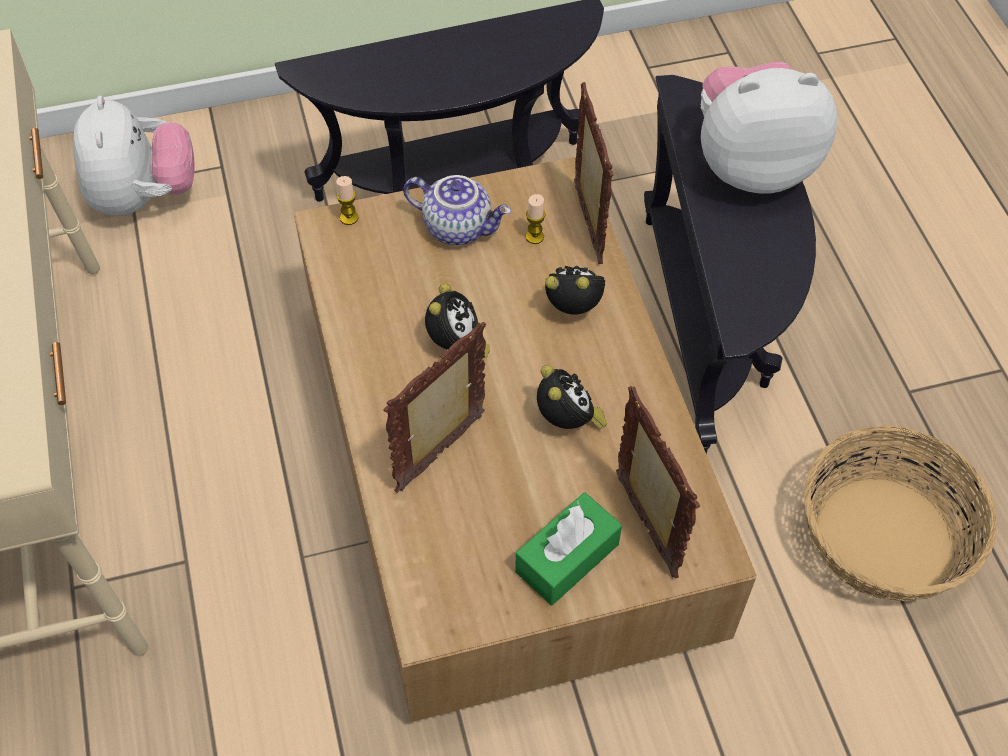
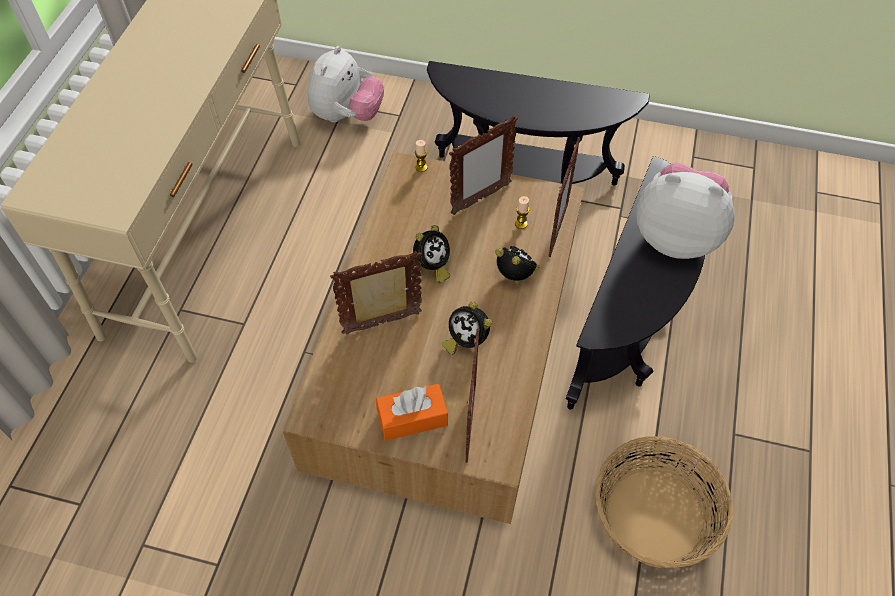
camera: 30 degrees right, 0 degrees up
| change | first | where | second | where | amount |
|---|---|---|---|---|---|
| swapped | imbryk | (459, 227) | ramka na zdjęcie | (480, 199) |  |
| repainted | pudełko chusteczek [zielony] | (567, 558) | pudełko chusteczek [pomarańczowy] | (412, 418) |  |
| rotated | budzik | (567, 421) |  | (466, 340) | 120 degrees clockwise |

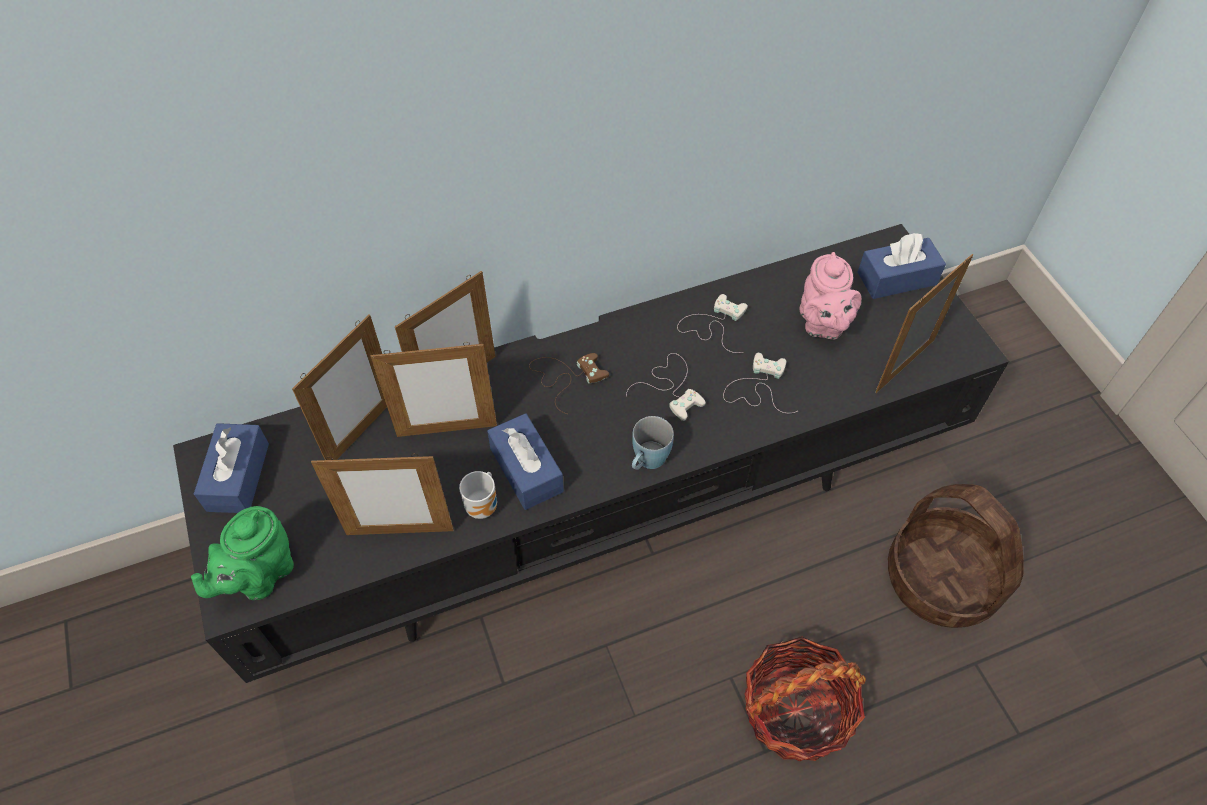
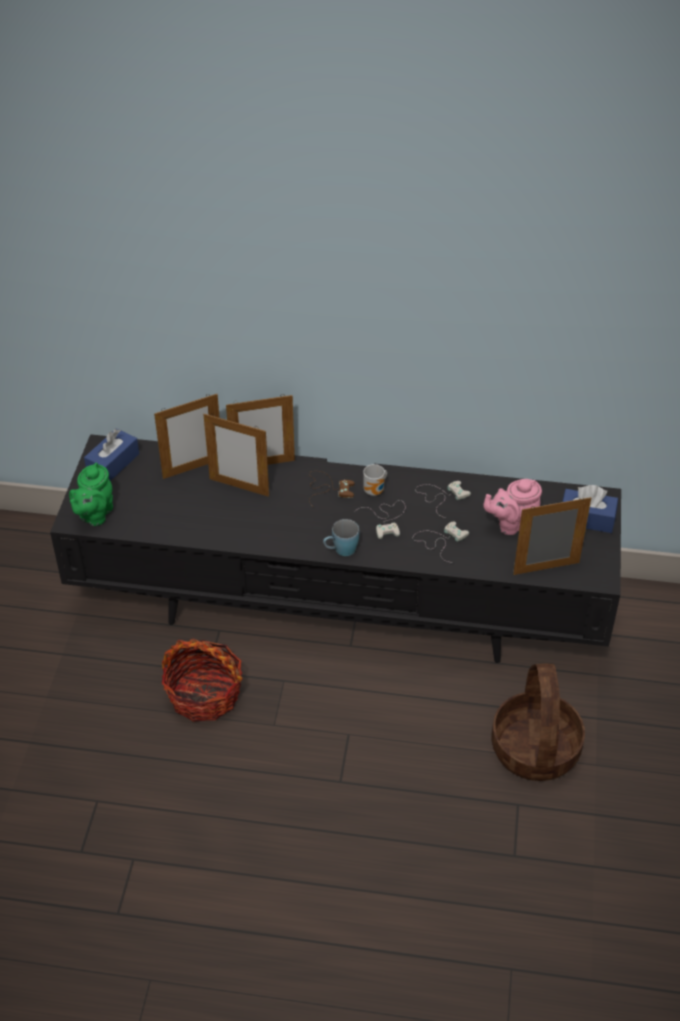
camera: 30 degrees right, 10 degrees down
| change | first | where | second | where | amount |
|---|---|---|---|---|---|
| gone | ramka na zdjęcie | (400, 532) |  |  |  |
| gone | pudełko chusteczek [niebieski] | (526, 470) |  |  |  |
| shifted | kubek | (484, 506) |  | (375, 491) |  |
| shifted | koszyk | (795, 711) |  | (204, 694) |  |
| rotated | imbryk [zielony] | (260, 575) |  | (94, 515) | 45 degrees counterclockwise |
| rotated | imbryk [różowy] | (822, 324) |  | (511, 524) | 45 degrees clockwise |

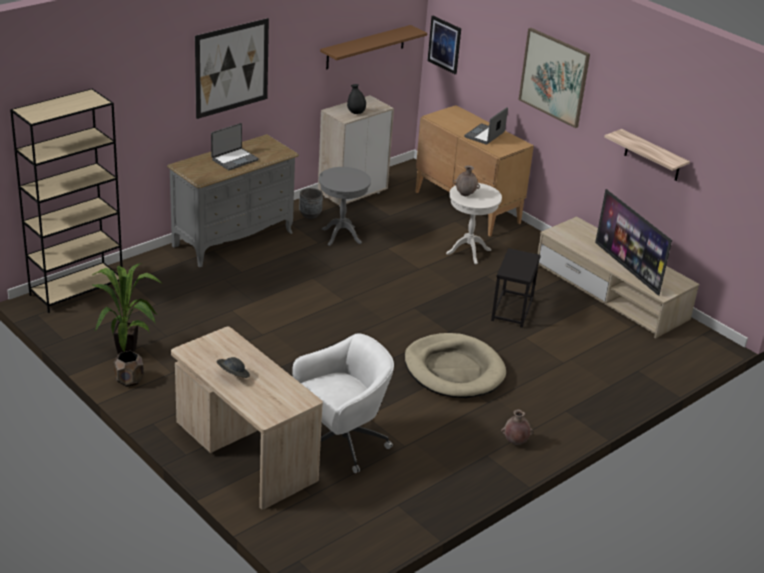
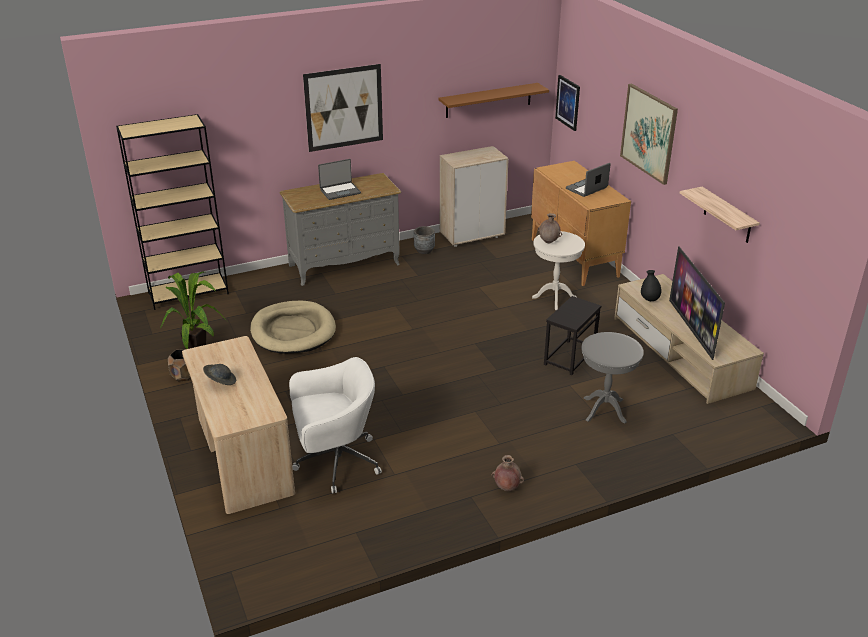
camera: 20 degrees right, 0 degrees up
| change | first | where | second | where | amount |
|---|---|---|---|---|---|
| shifted | stolik [szary] | (341, 236) |  | (604, 410) |  |
| shifted | wazon [czarny] | (356, 113) |  | (649, 299) |  |
| shifted | legowisko [beżowy] | (454, 370) |  | (293, 331) |  |

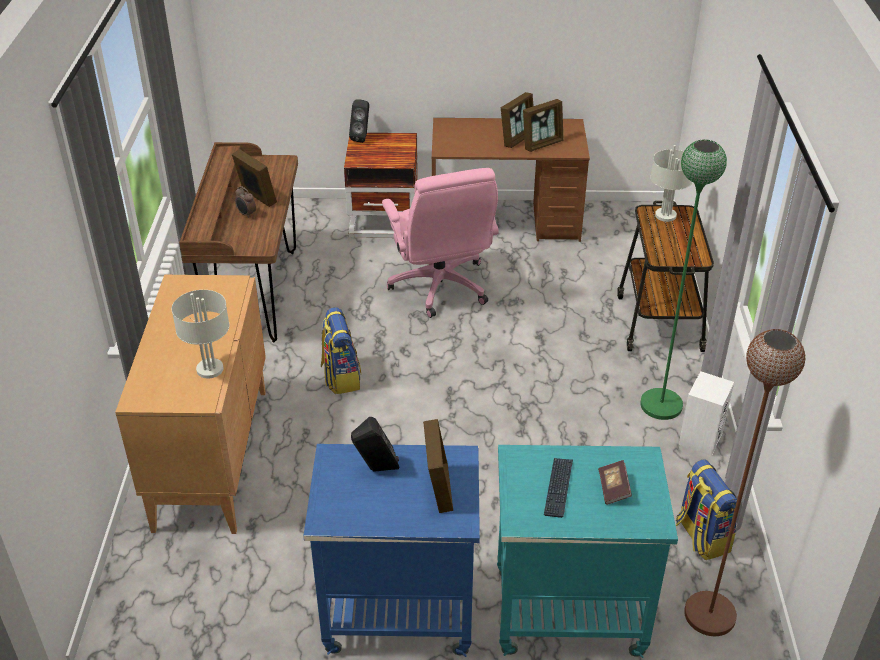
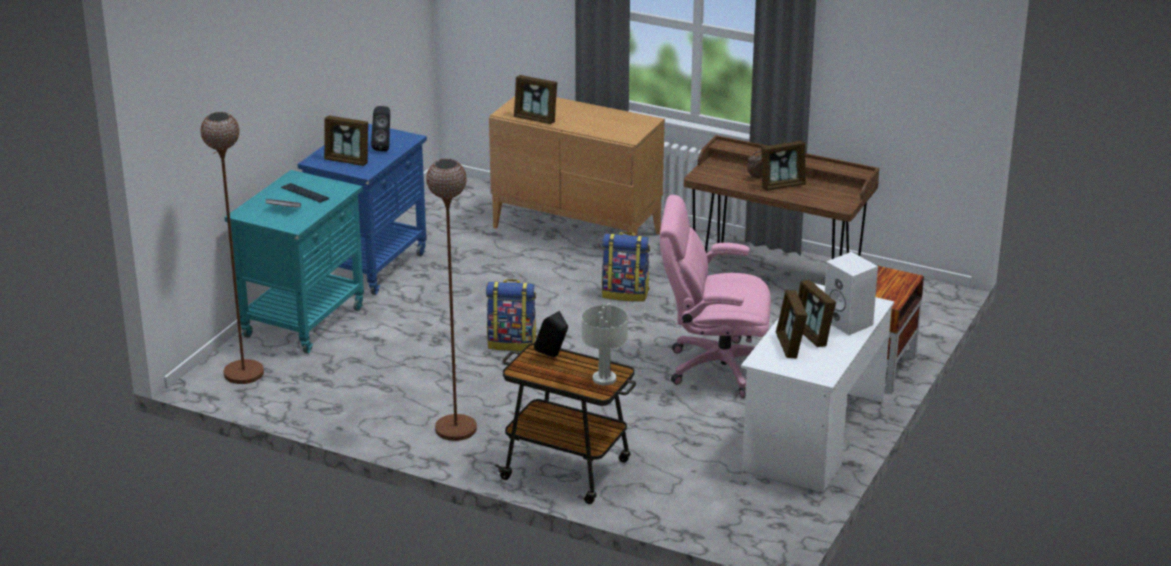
camera: 115 degrees right, 10 degrees down
| change | first | where | second | where | amount |
|---|---|---|---|---|---|
| shifted | głośnik [czarny] | (362, 138) |  | (553, 356) |  |
| shifted | plecak | (701, 536) |  | (512, 343) |  |
| shifted | głośnik [biały] | (700, 437) |  | (849, 322) |  |
| swapped | lampa stołowa [szary] | (210, 369) | ramka na zdjęcie | (535, 119) |  |
| repainted | biurko [brązowy] | (505, 222) | biurko [biały] | (813, 435) |  |
| repainted | lampa stojąca [zielony] | (660, 405) | lampa stojąca [brązowy] | (456, 429) |  |

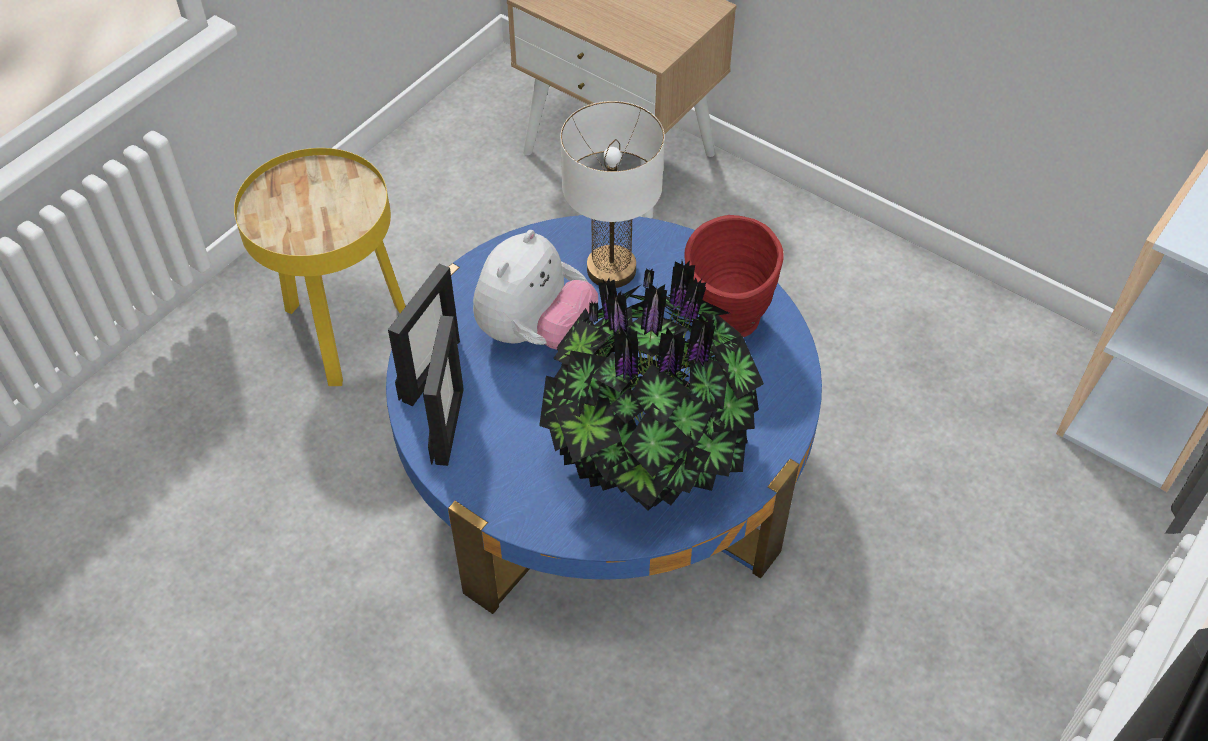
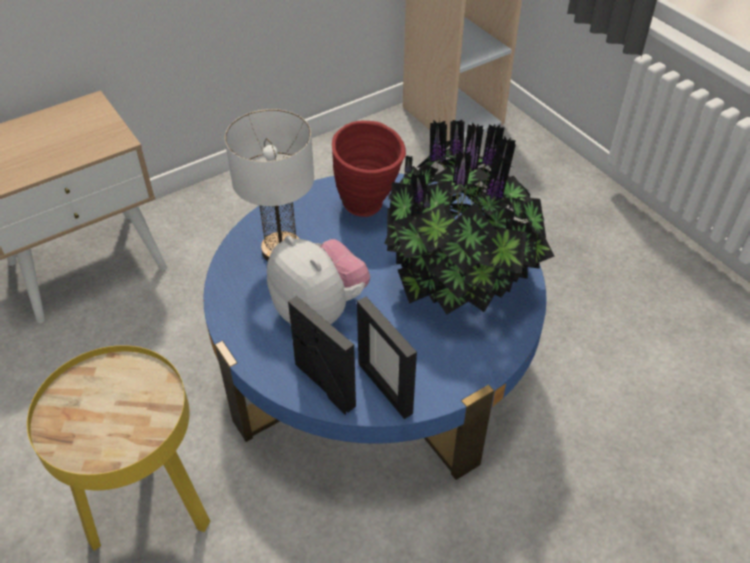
camera: 70 degrees left, 5 degrees down
| change | first | where | second | where | amount |
|---|---|---|---|---|---|
| rotated | ramka na zdjęcie | (447, 426) |  | (386, 387) | 150 degrees counterclockwise |

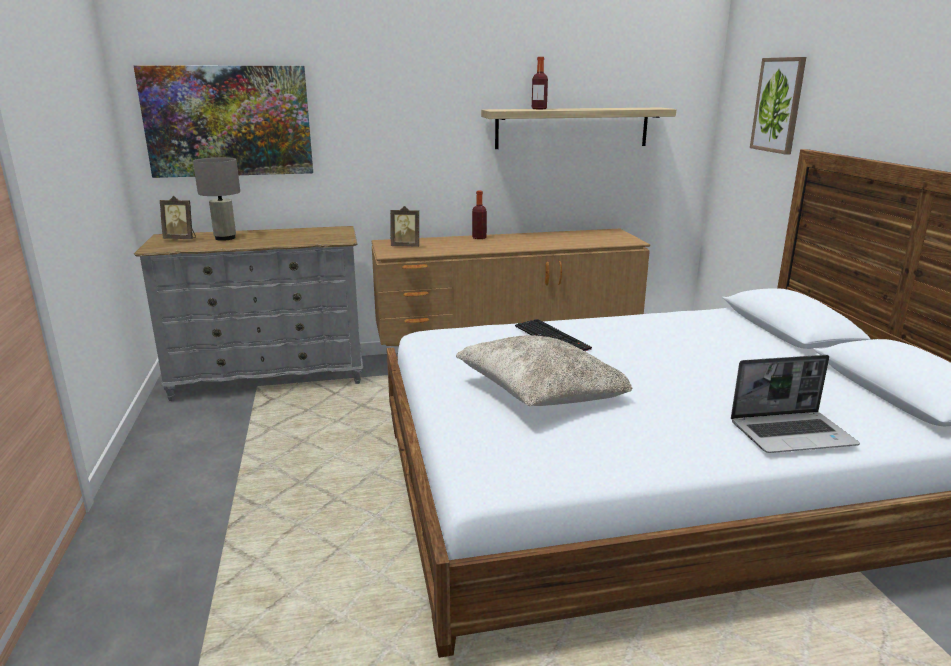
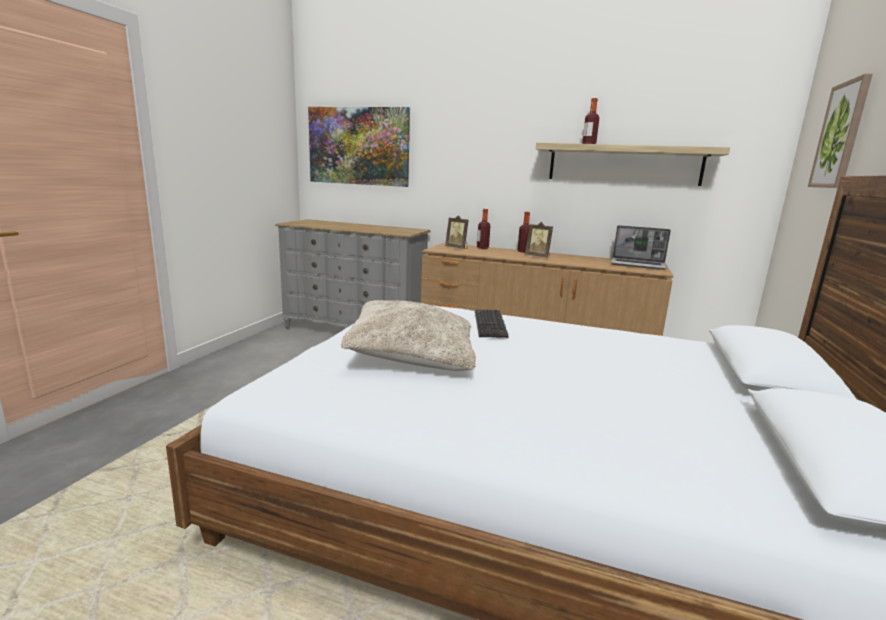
camera: 30 degrees right, 5 degrees down
| change | first | where | second | where | amount |
|---|---|---|---|---|---|
| gone | lampa stołowa [szary] | (225, 238) |  |  |  |
| new |  |  | butelka | (482, 248) |  |
| shifted | ramka na zdjęcie | (181, 239) |  | (538, 256) |  |
| shifted | laptop | (792, 434) |  | (638, 265) |  |

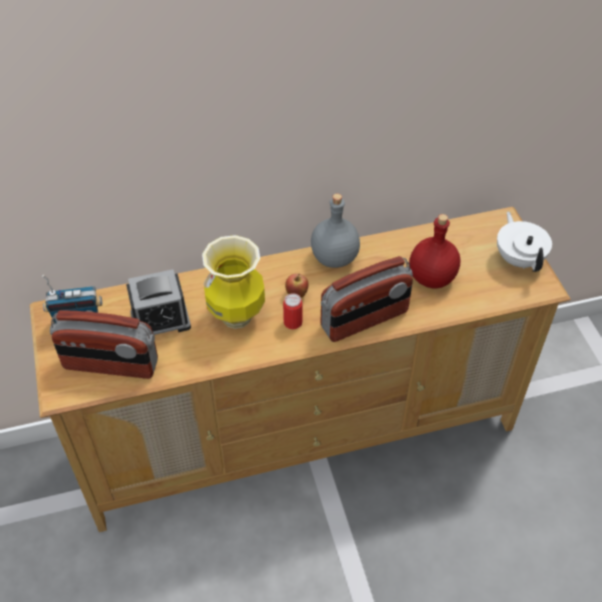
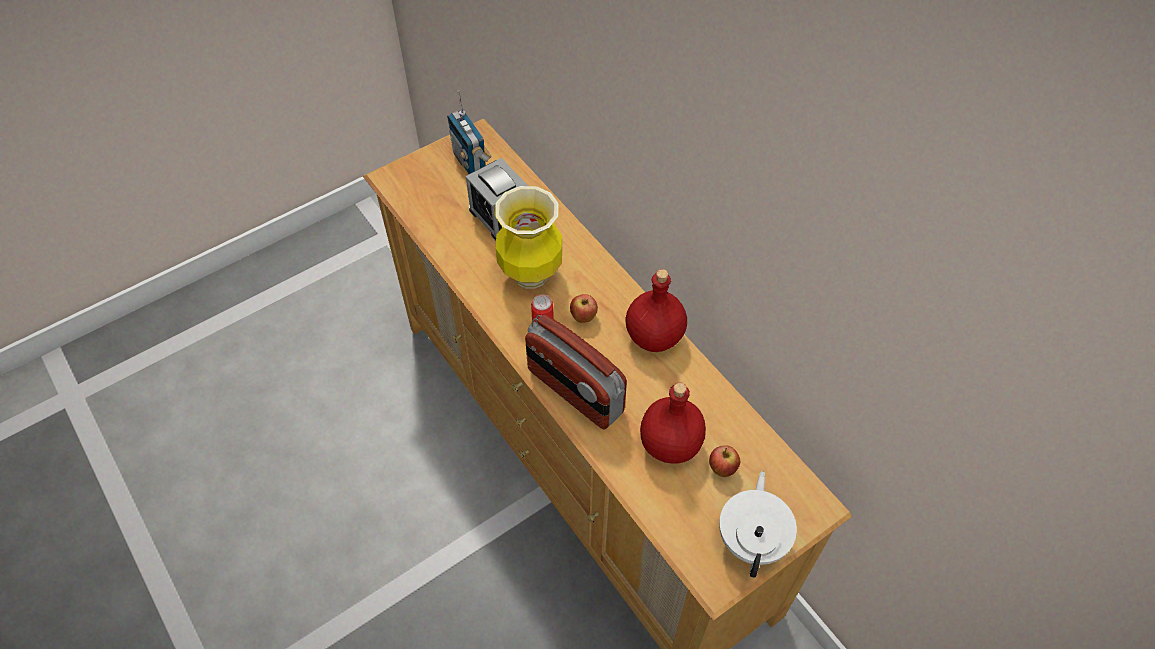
camera: 70 degrees right, 5 degrees up
| change | first | where | second | where | amount |
|---|---|---|---|---|---|
| gone | radio | (110, 365) |  |  |  |
| new |  |  | jabłko | (722, 469) |  |
| repainted | butelka [szary] | (334, 257) | butelka [czerwony] | (655, 336) |  |
| rotated | imbryk [biały] | (519, 259) |  | (752, 539) | 45 degrees counterclockwise |

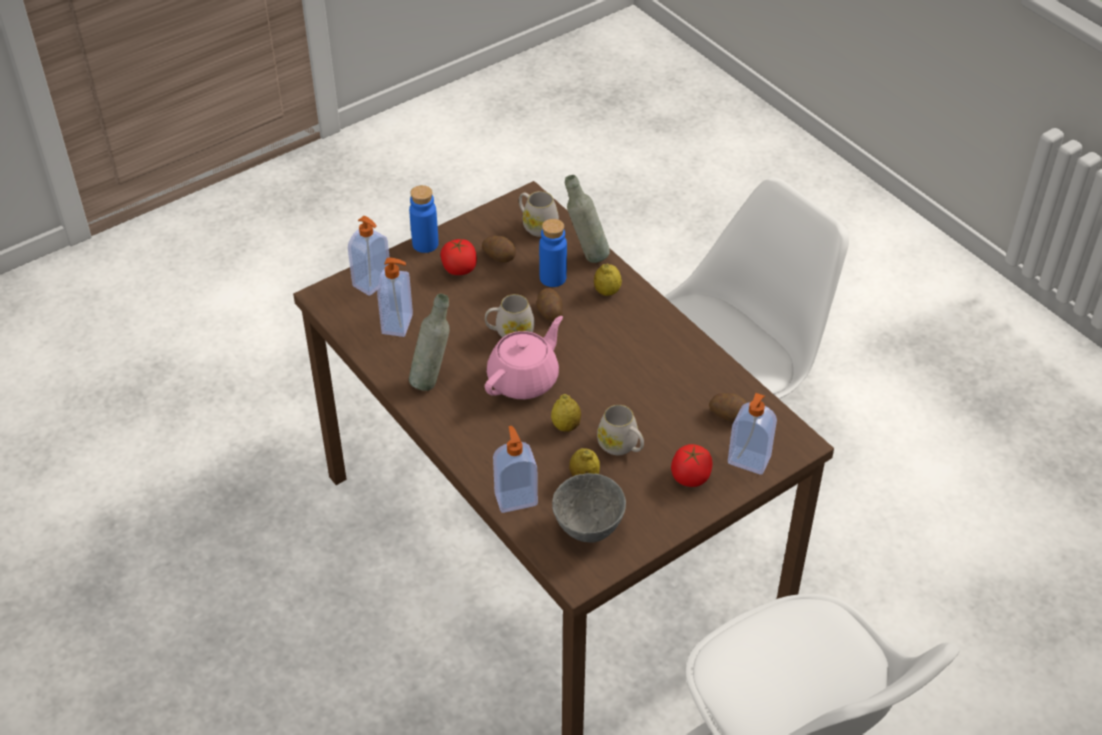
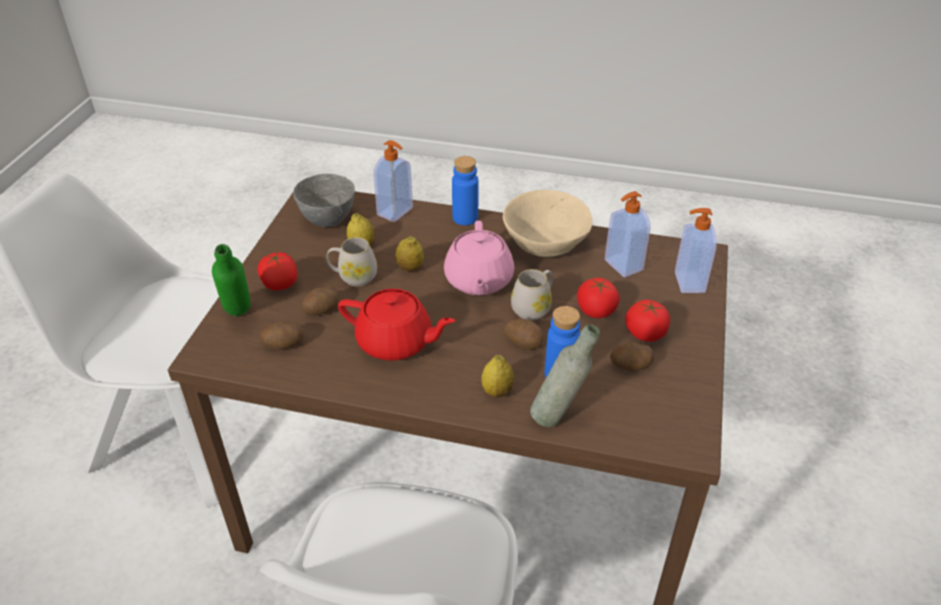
camera: 140 degrees right, 5 degrees down
| change | first | where | second | where | amount |
|---|---|---|---|---|---|
| gone | kubek [biały] | (536, 225) |  |  |  |
| new |  |  | ziemniak | (322, 310) |  |
| new |  |  | imbryk [czerwony] | (396, 342) |  |
| new |  |  | pomidor | (596, 310) |  |
| shifted | butelka [niebieski] | (425, 244) |  | (465, 218) |  |
| swapped | butelka [szary] | (432, 379) | miska [beżowy] | (544, 245) |  |
| swapped | dozownik mydła | (748, 461) | butelka [zielony] | (239, 318) |  |

